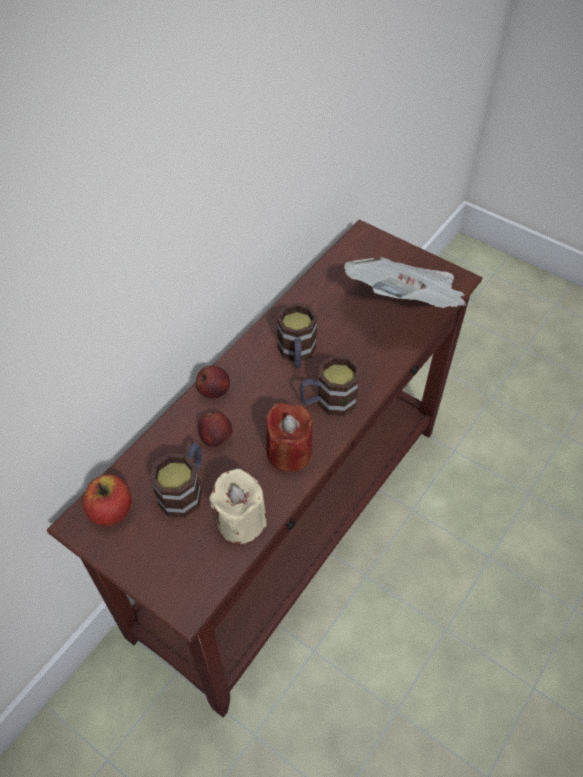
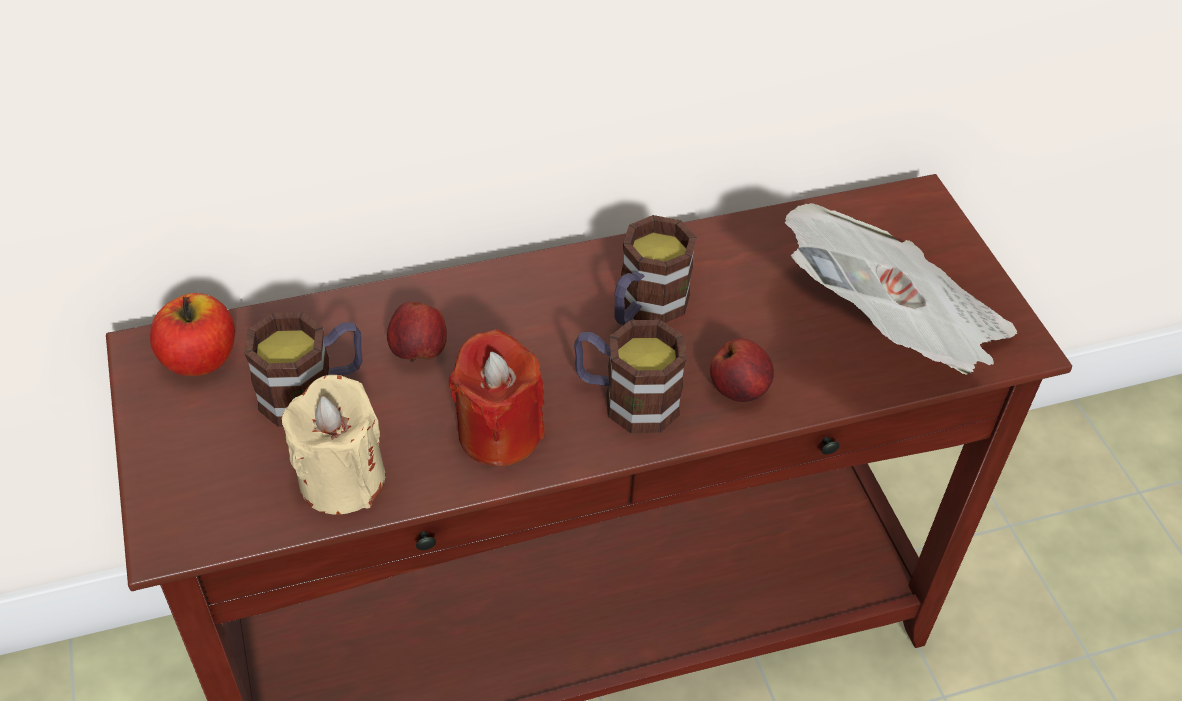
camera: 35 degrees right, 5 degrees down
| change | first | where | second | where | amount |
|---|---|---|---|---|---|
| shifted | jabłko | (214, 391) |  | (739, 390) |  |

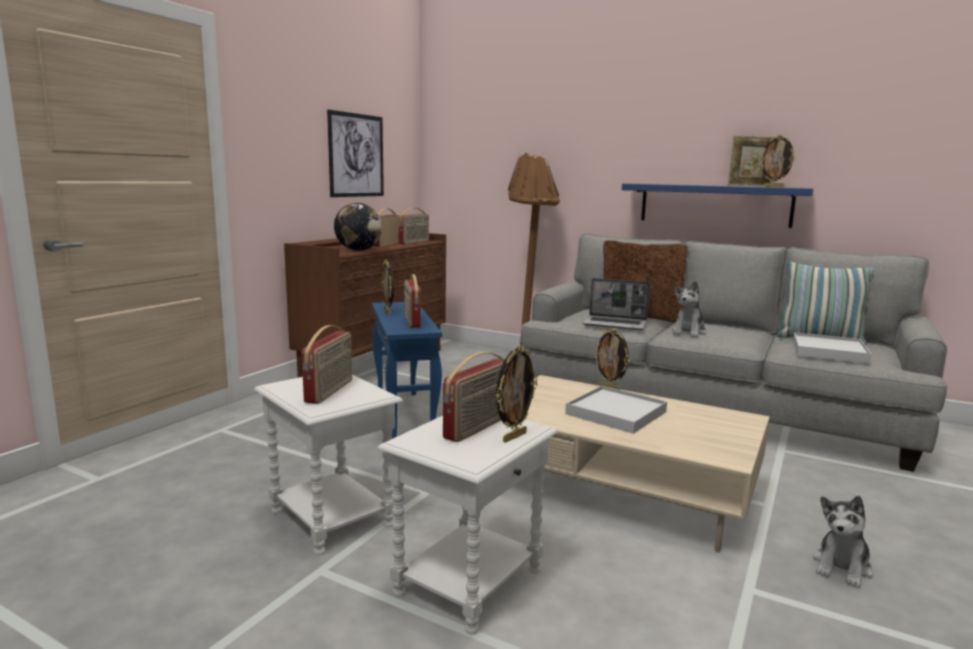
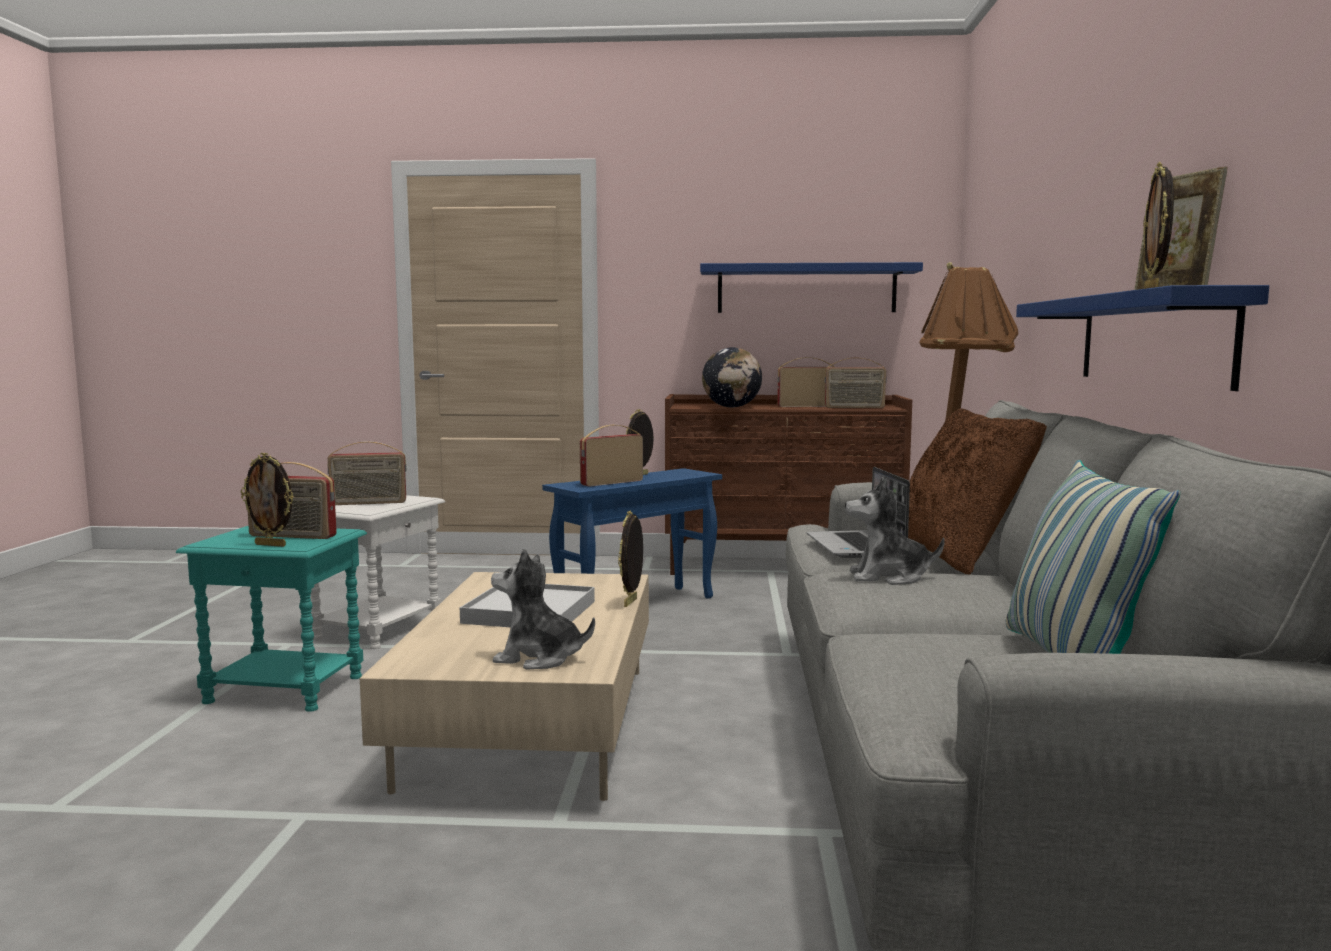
camera: 65 degrees right, 5 degrees down
| change | first | where | second | where | amount |
|---|---|---|---|---|---|
| gone | taca [biały] | (828, 351) |  |  |  |
| shifted | pluszak | (842, 567) |  | (538, 658) |  |
| swapped | obraz | (356, 155) | półka [niebieski] | (806, 289) |  |
| repainted | stolik [biały] | (466, 580) | stolik [turkusowy] | (286, 688) |  |

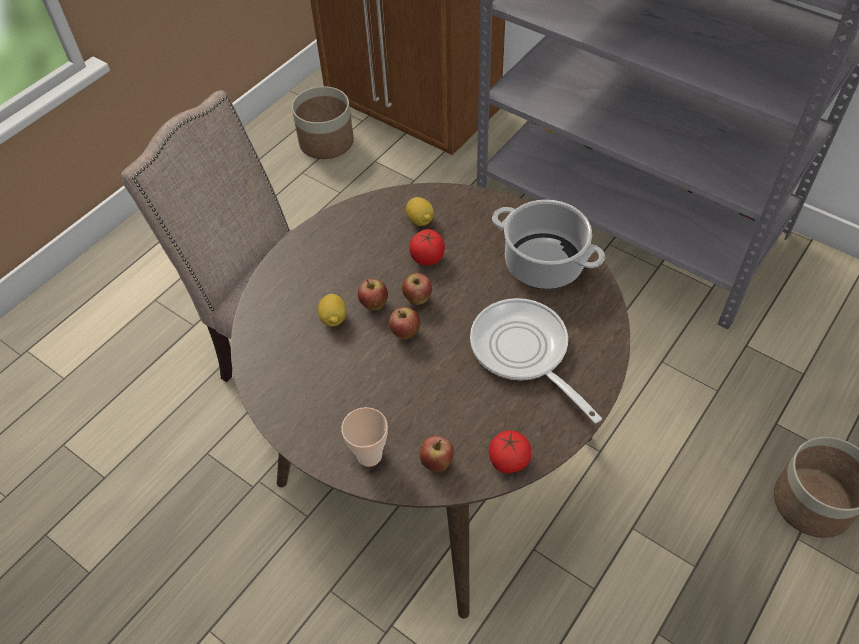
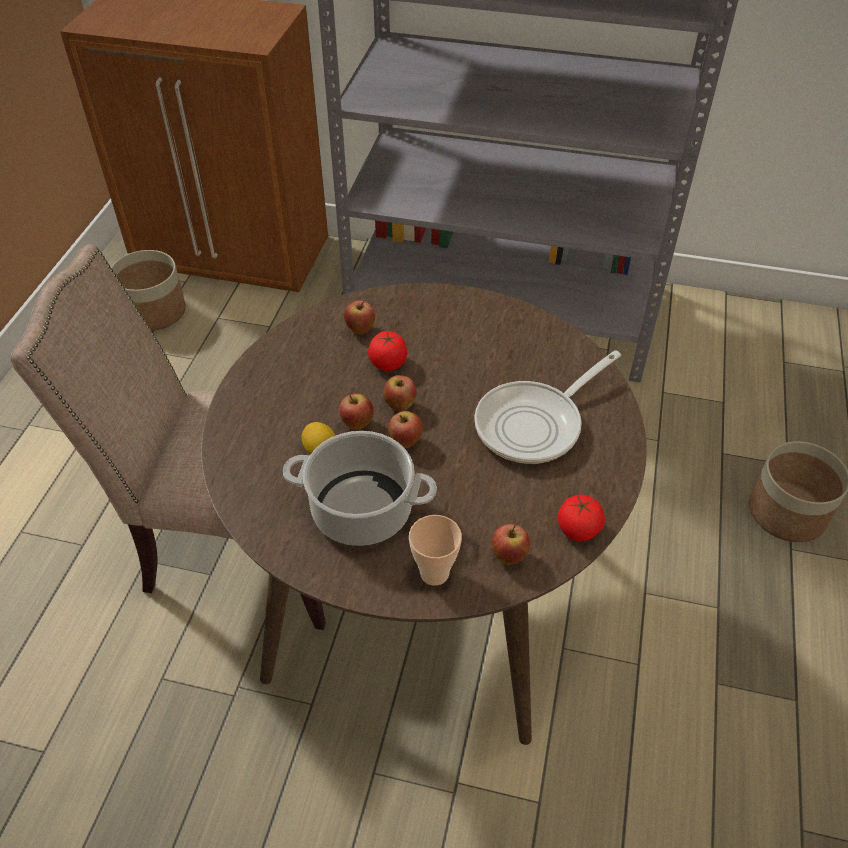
camera: 25 degrees left, 5 degrees down
| change | first | where | second | where | amount |
|---|---|---|---|---|---|
| shifted | garnek | (542, 263) |  | (360, 511) |  |
| swapped | cytryna | (420, 220) | jabłko | (360, 330) |  |
| rotated | patelnia | (523, 352) |  | (535, 424) | 75 degrees counterclockwise |

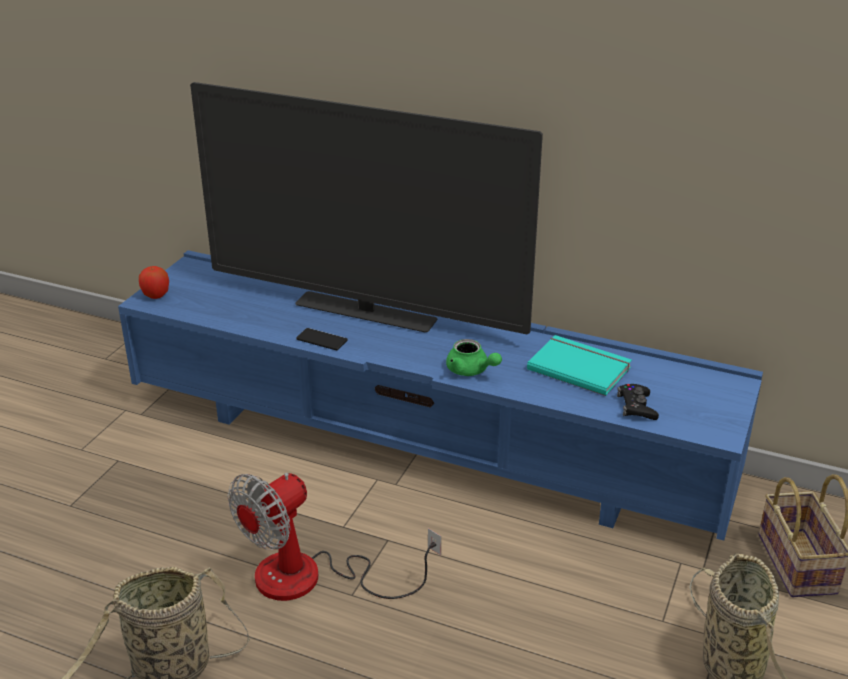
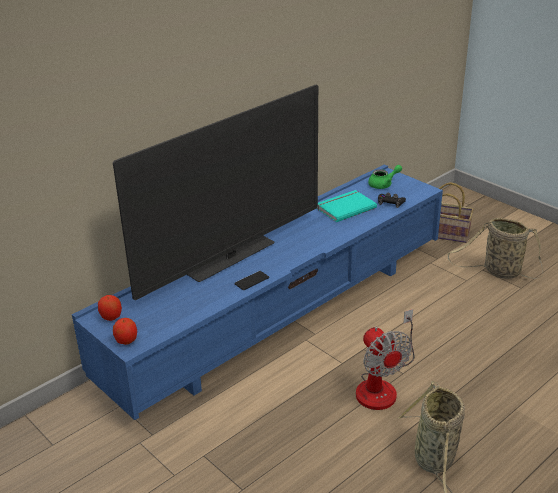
camera: 65 degrees left, 0 degrees up
| change | first | where | second | where | amount |
|---|---|---|---|---|---|
| new |  |  | jabłko | (111, 317) |  |
| shifted | imbryk [zielony] | (471, 371) |  | (383, 184) |  |

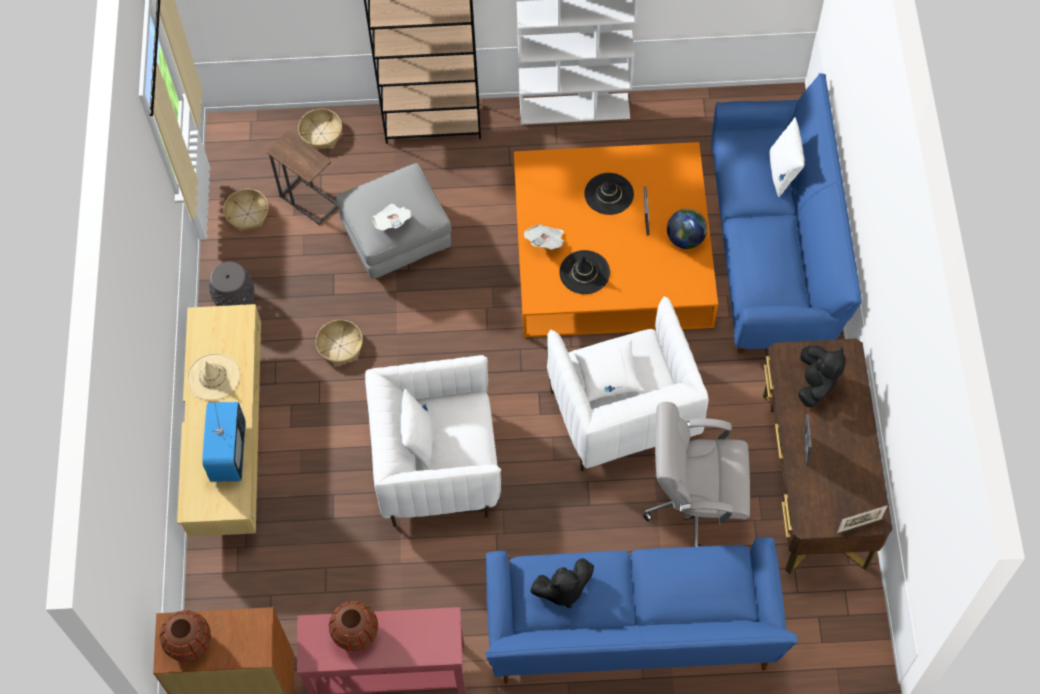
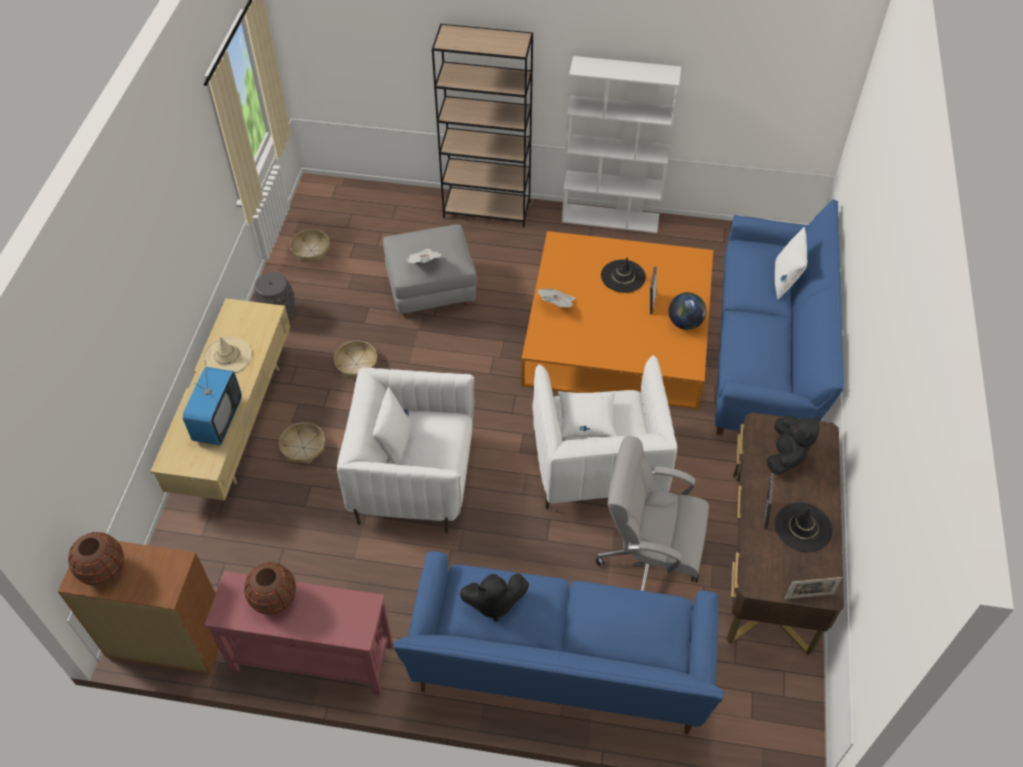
camera: 10 degrees right, 10 degrees down
| change | first | where | second | where | amount |
|---|---|---|---|---|---|
| gone | stolik [brązowy] | (308, 201) |  |  |  |
| shifted | koszyk | (321, 133) |  | (303, 447) |  |
| shifted | kapelusz [czarny] | (584, 272) |  | (803, 527) |  |

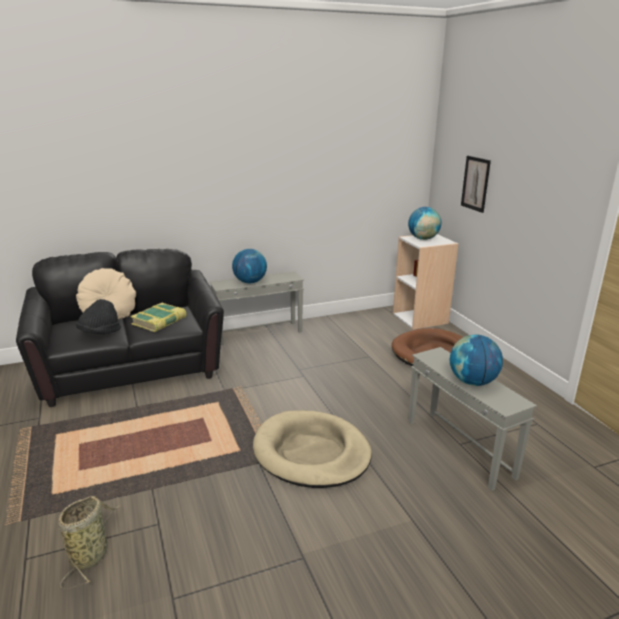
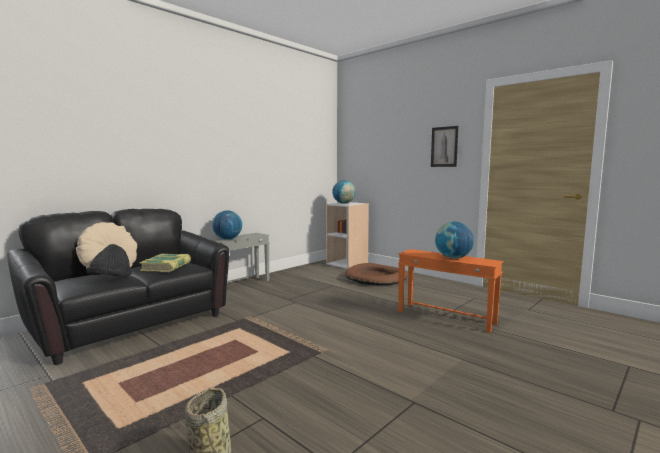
camera: 25 degrees left, 15 degrees down
| change | first | where | second | where | amount |
|---|---|---|---|---|---|
| gone | legowisko [beżowy] | (311, 453) |  |  |  |
| shifted | obraz | (475, 183) |  | (444, 147) |  |
| repainted | stolik [szary] | (458, 448) | stolik [pomarańczowy] | (445, 317) |  |

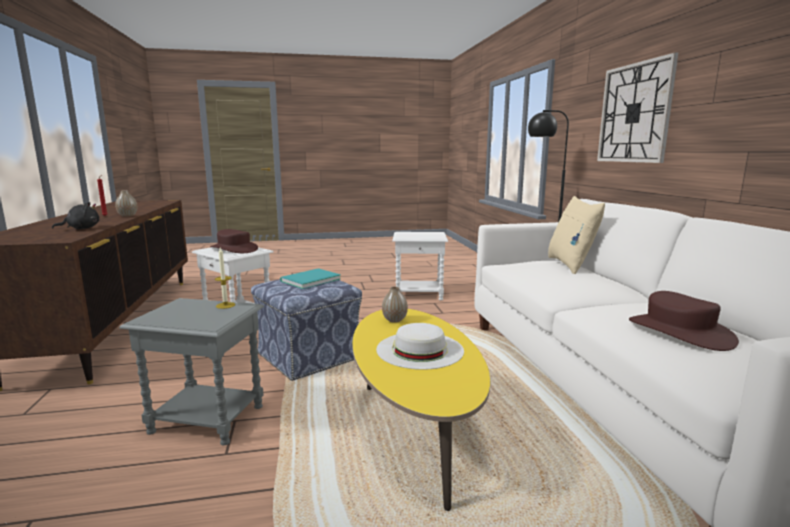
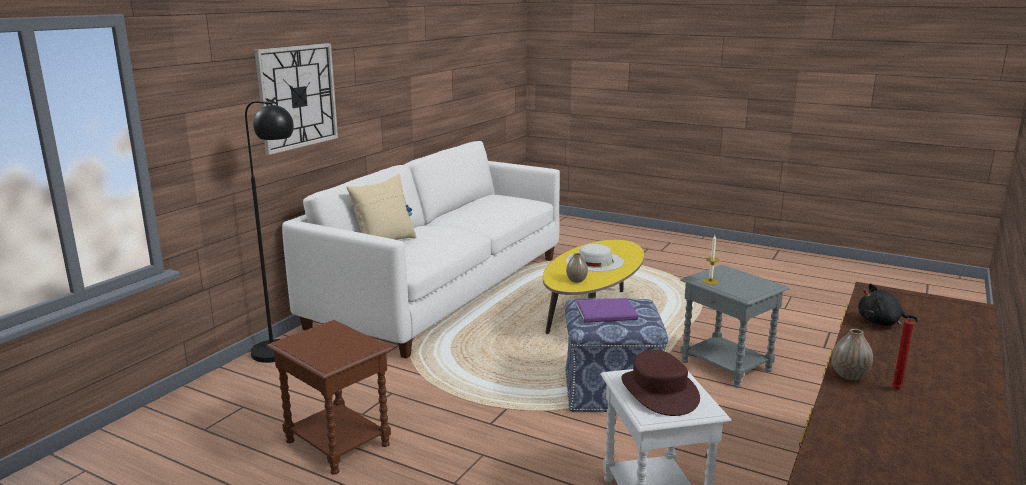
camera: 140 degrees left, 5 degrees up
| change | first | where | second | where | amount |
|---|---|---|---|---|---|
| gone | kapelusz [brązowy] | (679, 332) |  |  |  |
| repainted | książka [turkusowy] | (308, 280) | książka [fioletowy] | (608, 313) |  |
| repainted | stolik [biały] | (419, 293) | stolik [brązowy] | (336, 443) |  |

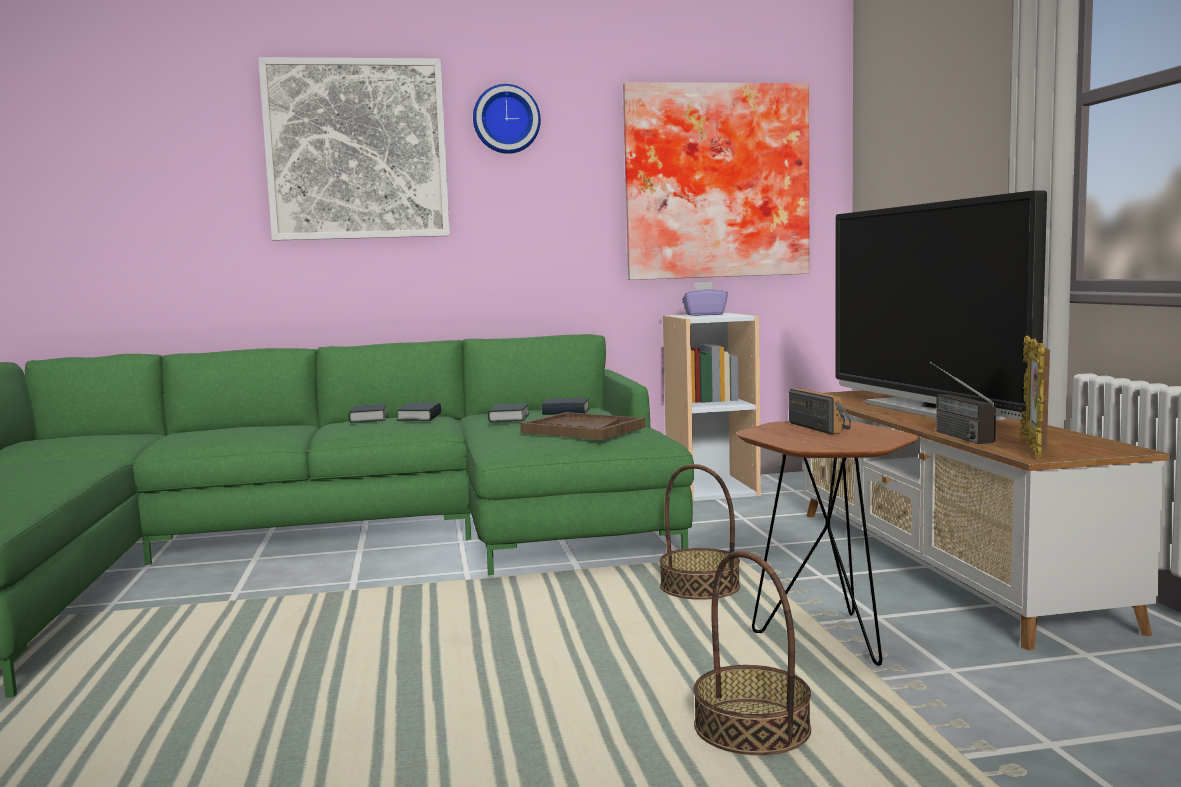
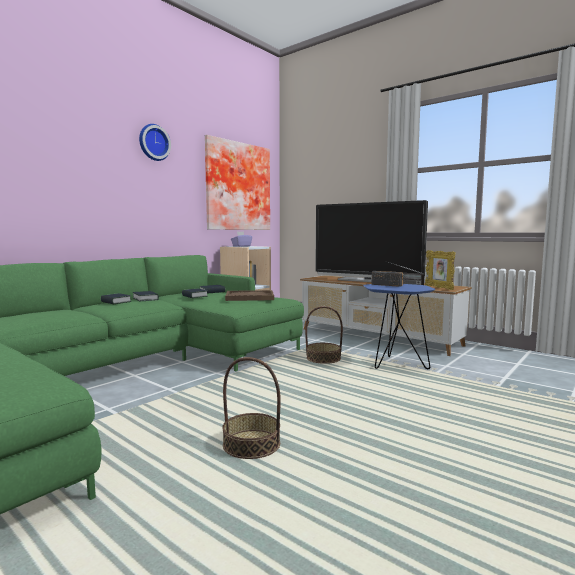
camera: 40 degrees left, 0 degrees up
| change | first | where | second | where | amount |
|---|---|---|---|---|---|
| gone | obraz | (357, 150) |  |  |  |
| shifted | koszyk | (752, 727) |  | (251, 444) |  |
| repainted | stolik [brązowy] | (824, 634) | stolik [niebieski] | (395, 364) |  |

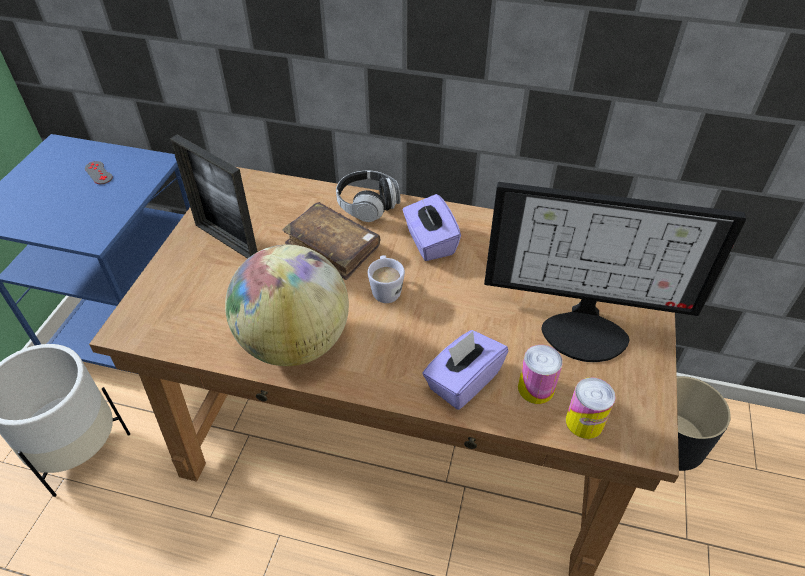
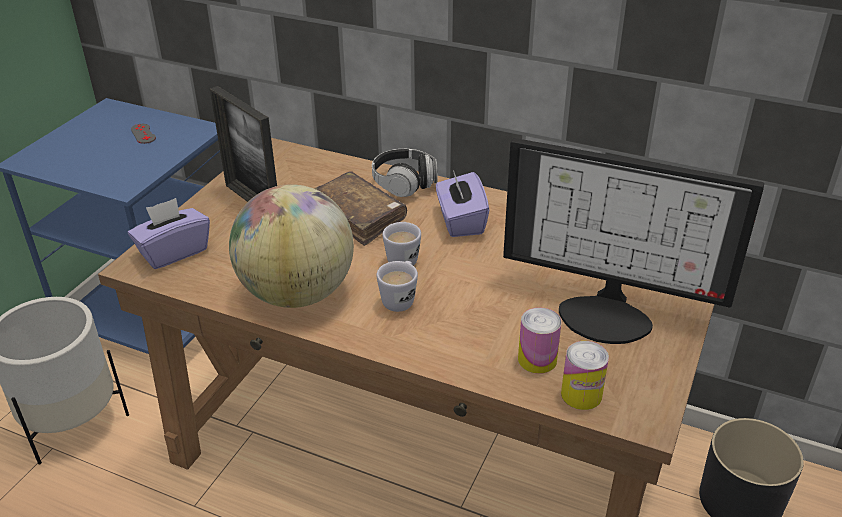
camera: 10 degrees right, 10 degrees down
| change | first | where | second | where | amount |
|---|---|---|---|---|---|
| new |  |  | kubek [biały] | (400, 299) |  |
| shifted | pudełko chusteczek [fioletowy] | (462, 381) |  | (173, 252) |  |

